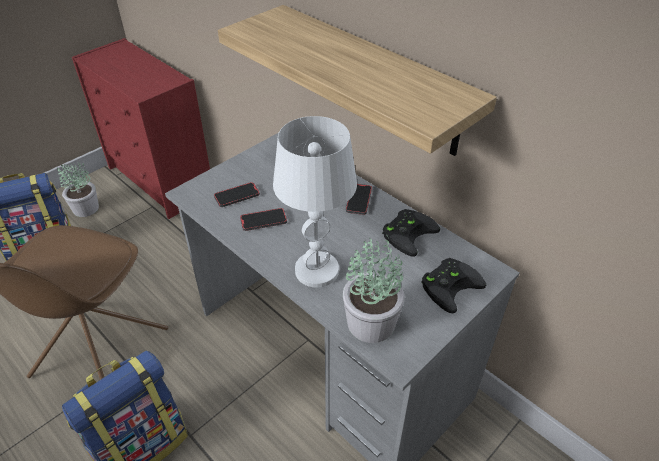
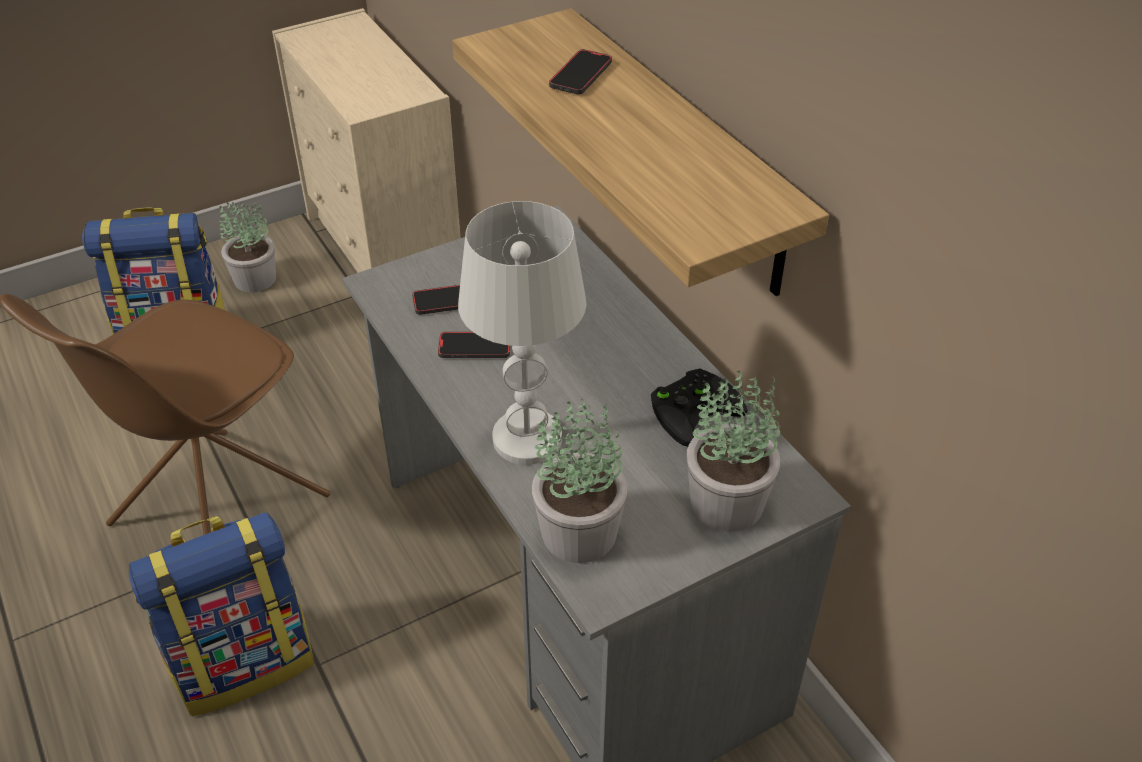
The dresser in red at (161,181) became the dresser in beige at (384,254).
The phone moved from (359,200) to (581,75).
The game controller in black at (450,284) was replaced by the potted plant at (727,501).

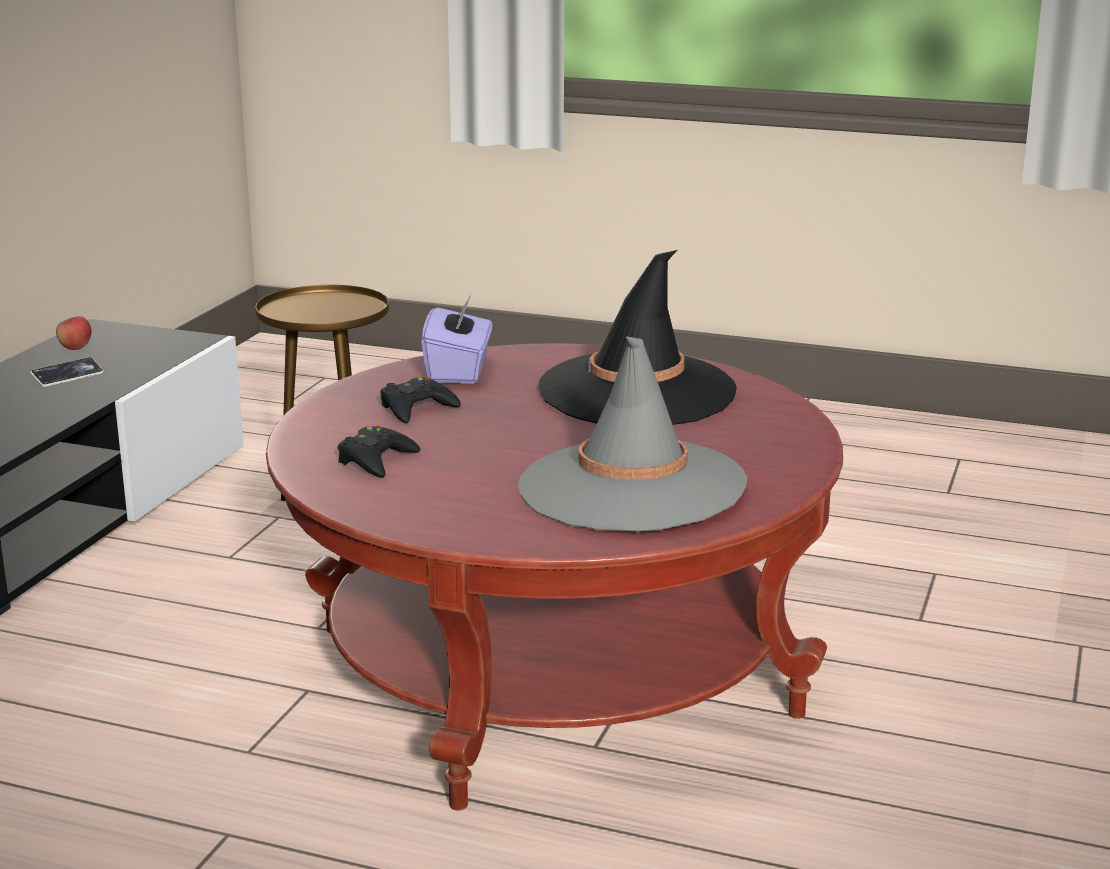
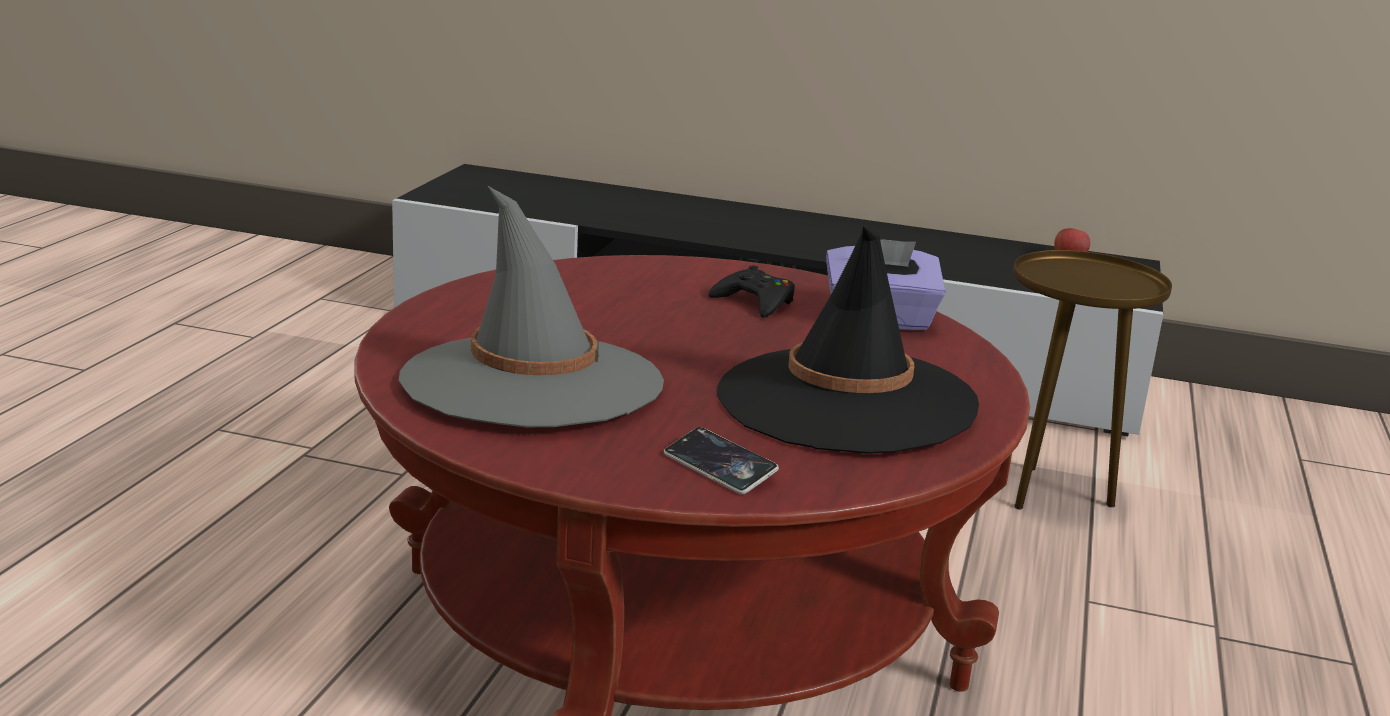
The phone moved from (67,376) to (719,467).
The game controller in black at (376,460) disappeared.

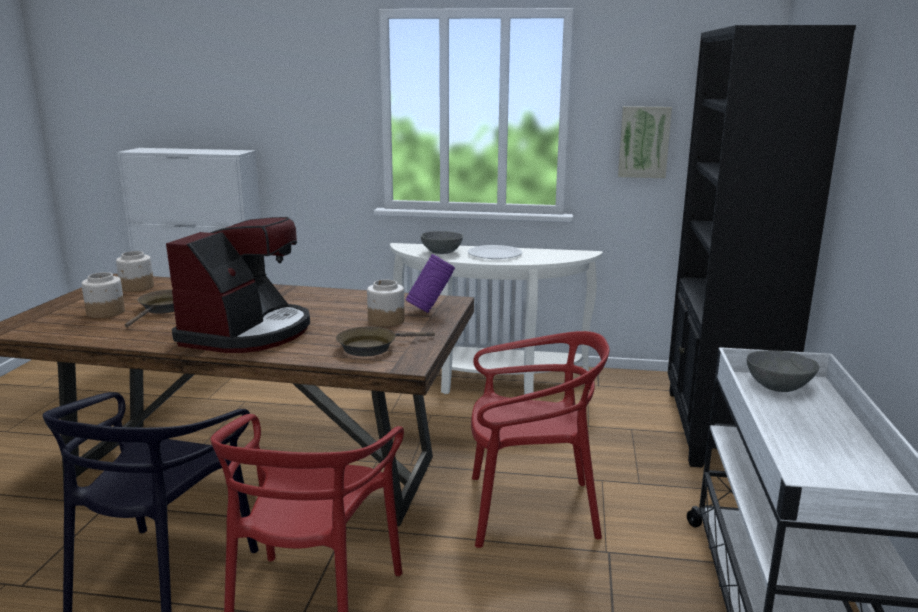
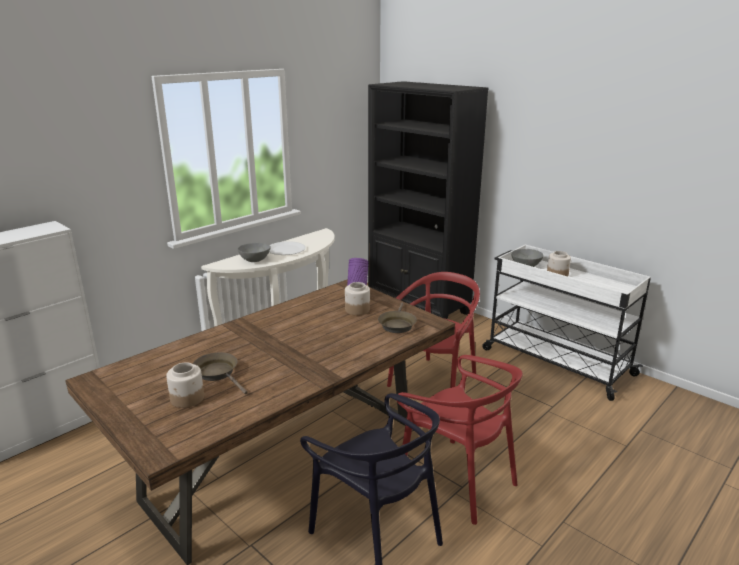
The jar moved from (137,287) to (557,274).
The coffee machine at (247,332) disappeared.
The picture at (644,142) disappeared.

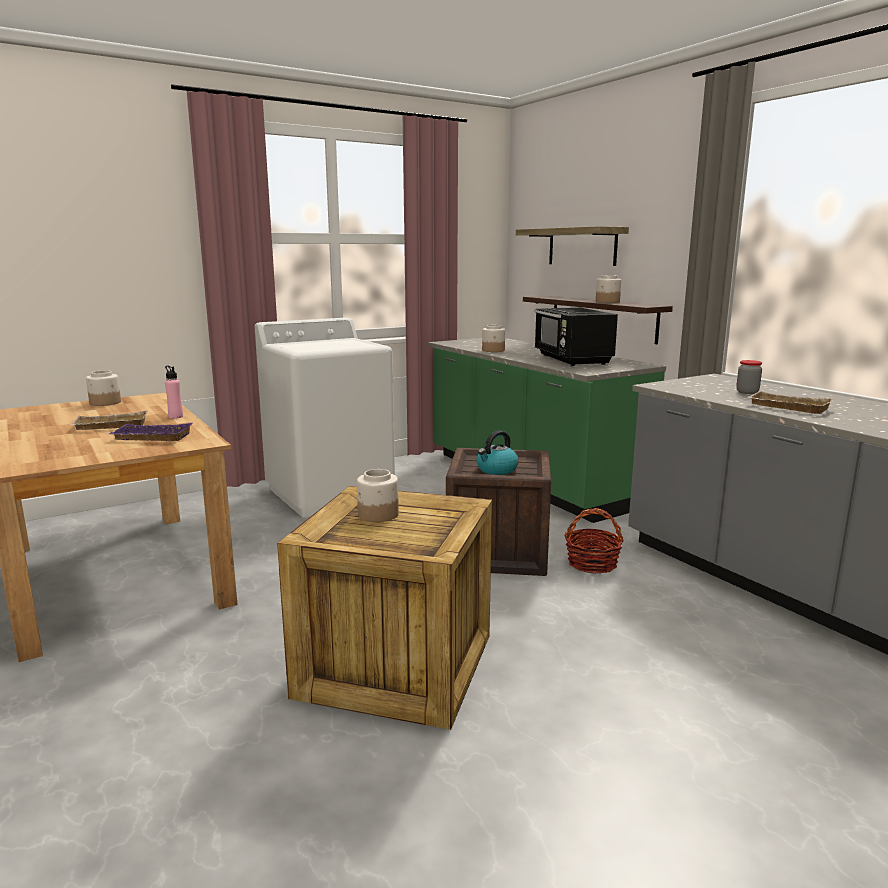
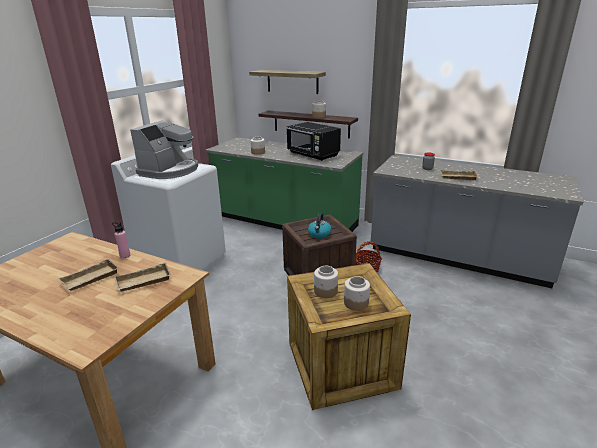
The jar moved from (105,403) to (356,303).
The tray in purple at (150,438) became the tray in beige at (143,282).
The coffee machine at (170,171) appeared.

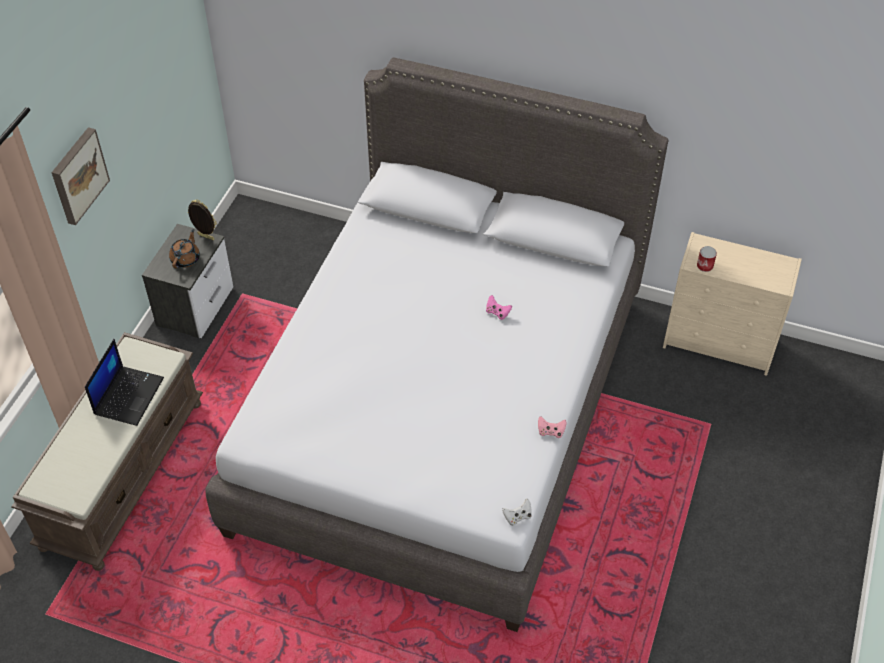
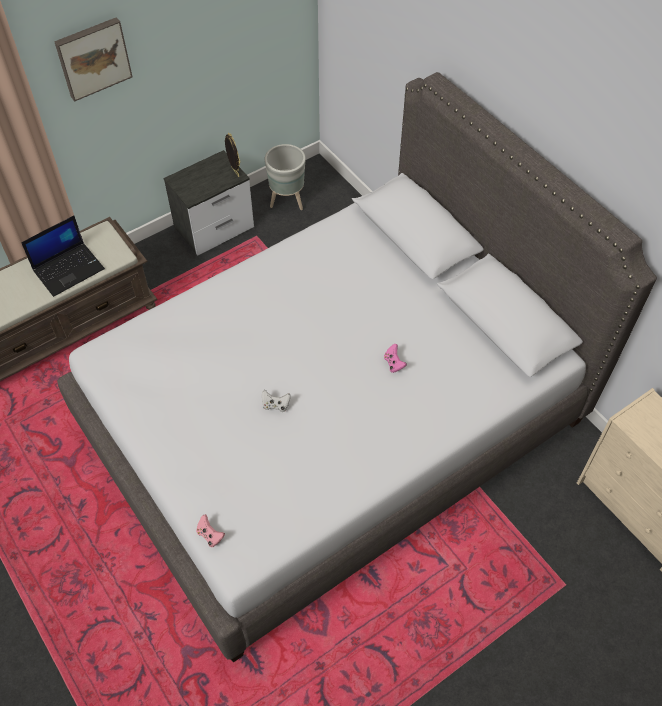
The teapot in brown at (186,259) disappeared.
The game controller in white moved from (517,517) to (275,405).
The game controller in pink moved from (551,432) to (210,535).
The can at (704,266) disappeared.
The planter in grey at (287,202) appeared.

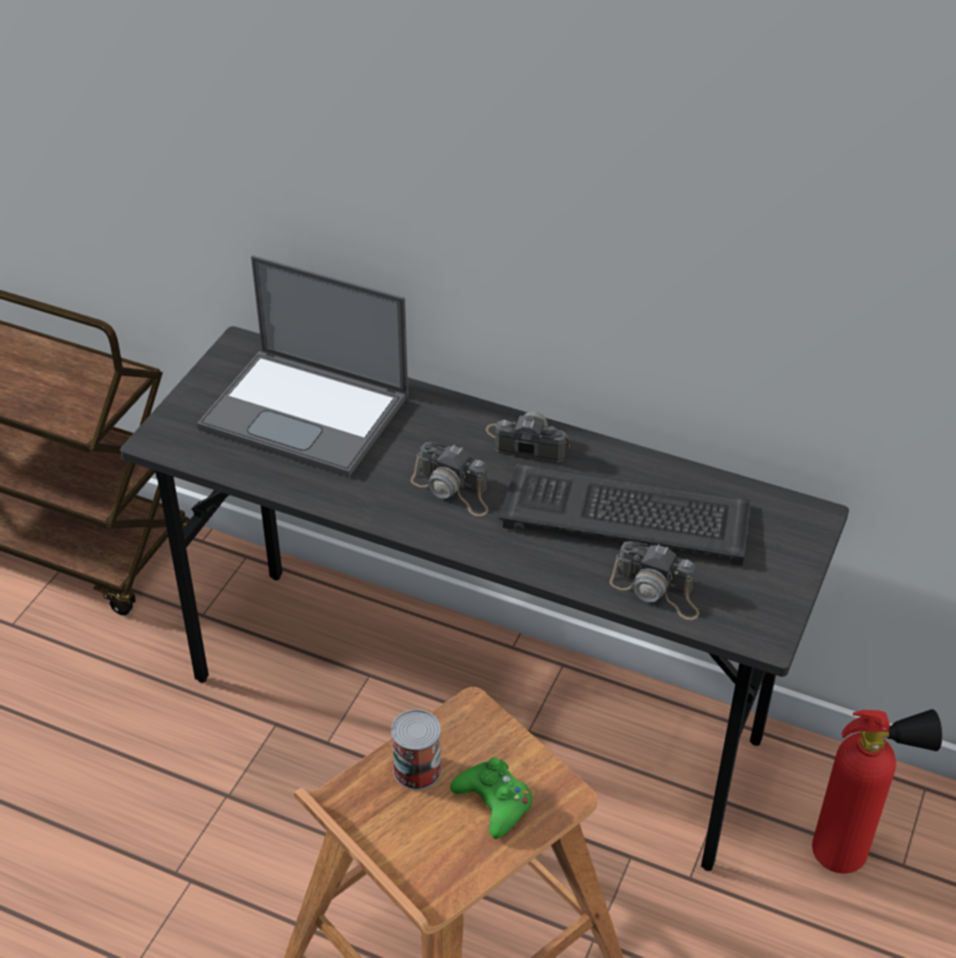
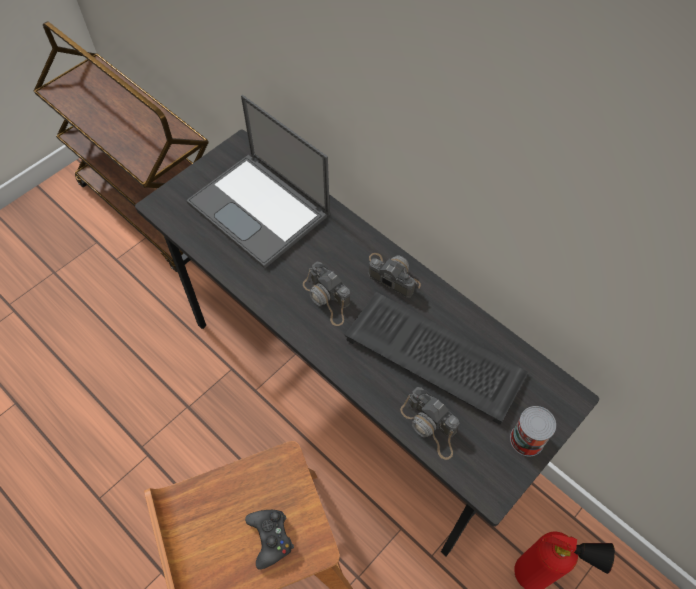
The can moved from (417,770) to (527,439).
The game controller in green at (494,802) became the game controller in black at (270,538).

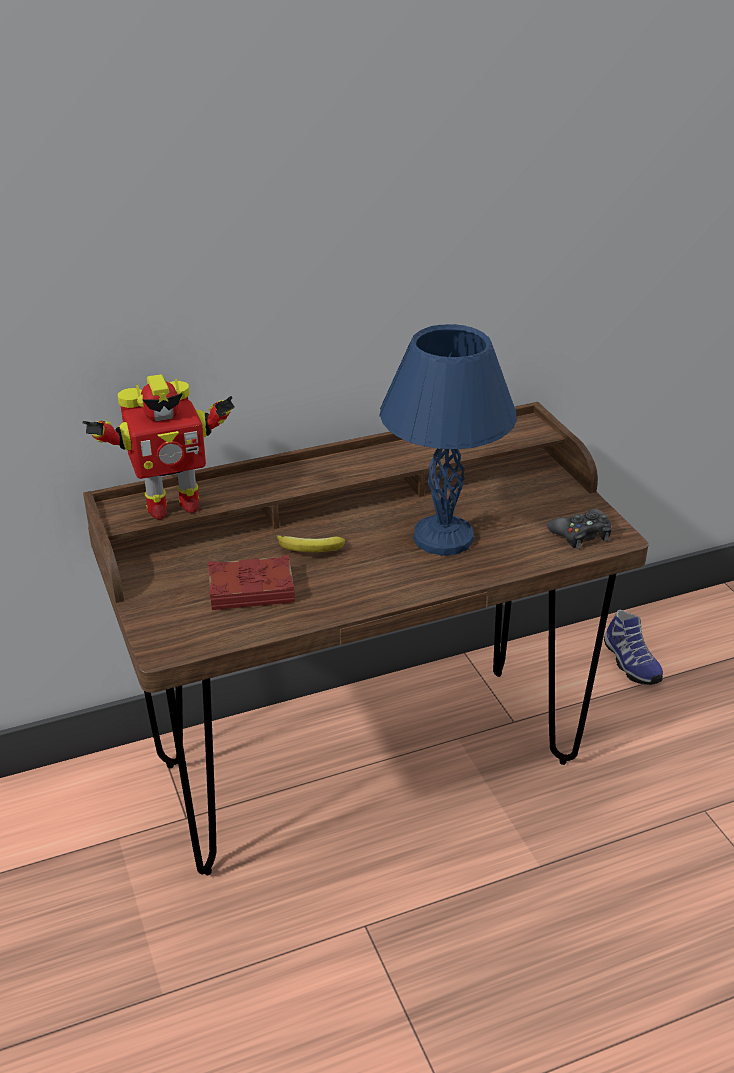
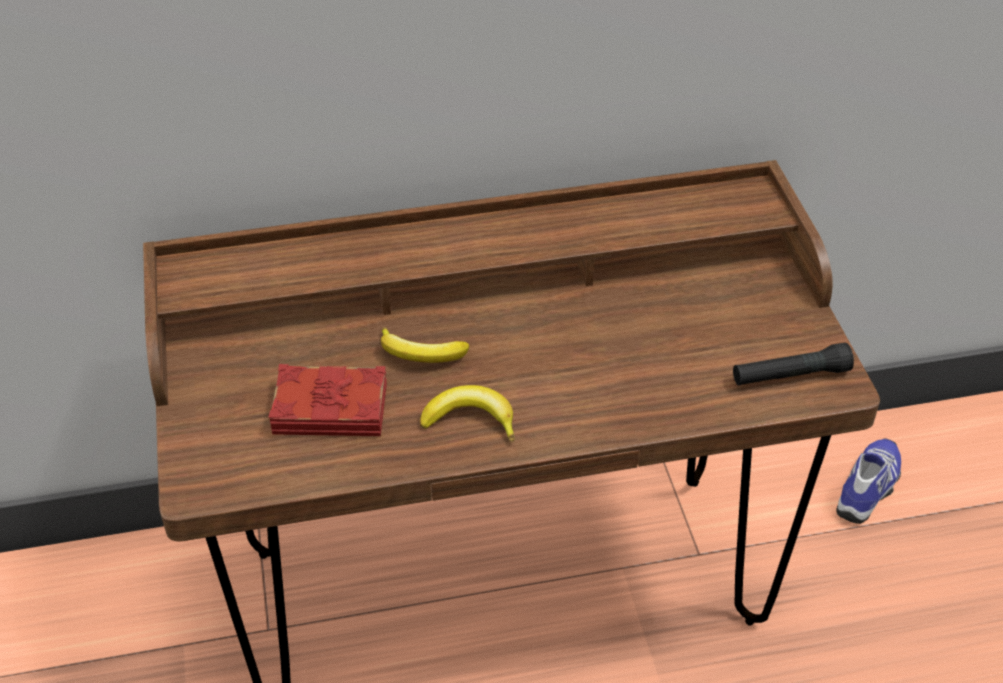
The toy robot at (170,505) disappeared.
The table lamp in blue at (441,536) disappeared.
The game controller in black at (581,535) was replaced by the flashlight in black at (790,375).
The shoe at (629,662) turned 135 degrees counterclockwise.
The banana at (470,419) appeared.

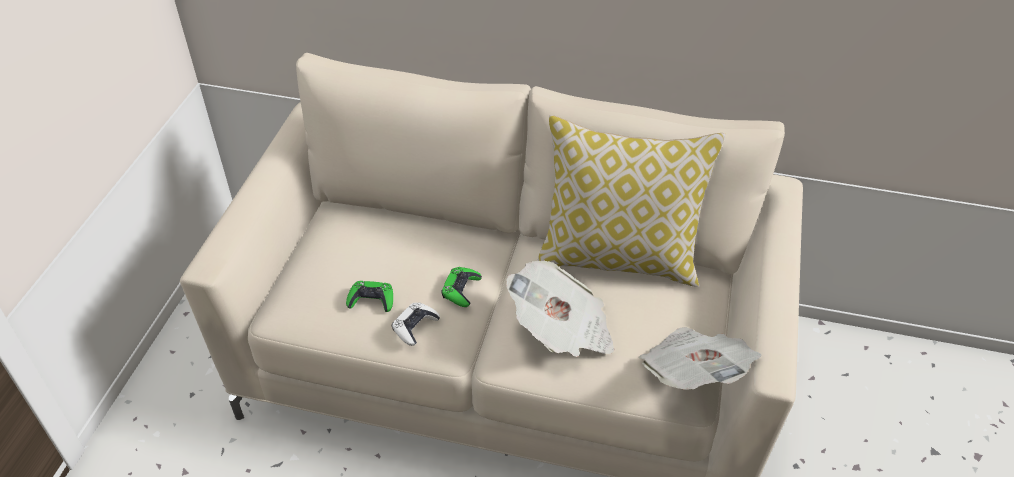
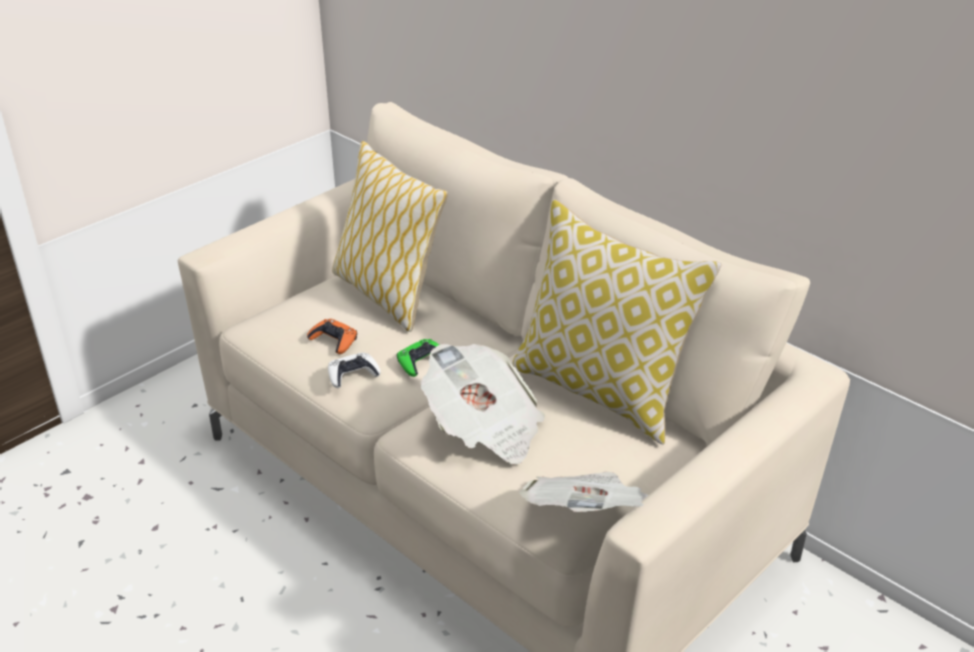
The game controller in green at (371,300) became the game controller in orange at (334,340).
The pillow at (387,294) appeared.

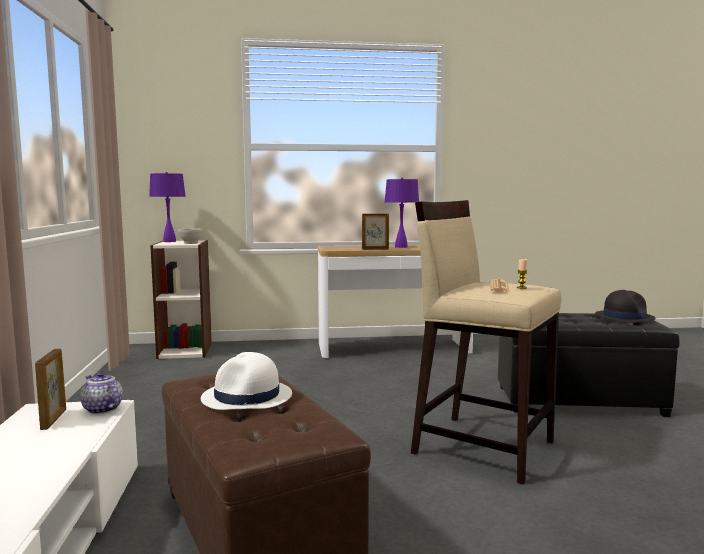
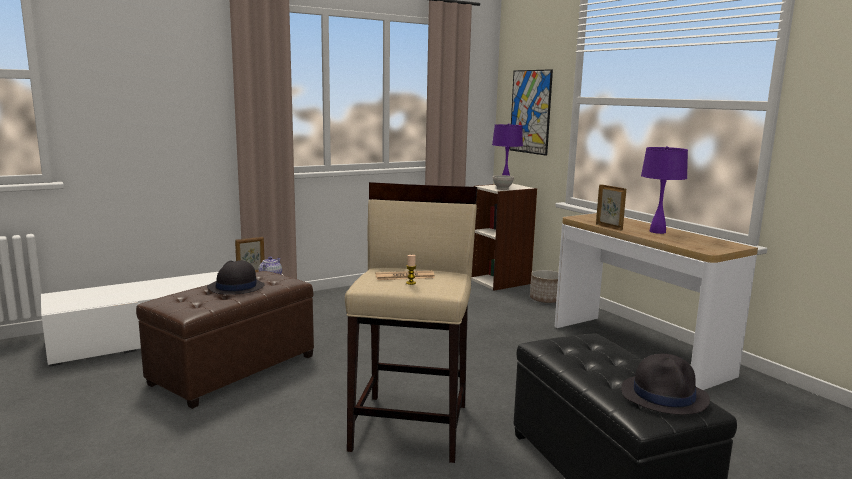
The hat in white at (247,397) became the hat in black at (235,287).
The picture at (530,112) appeared.
The planter at (546,300) appeared.

